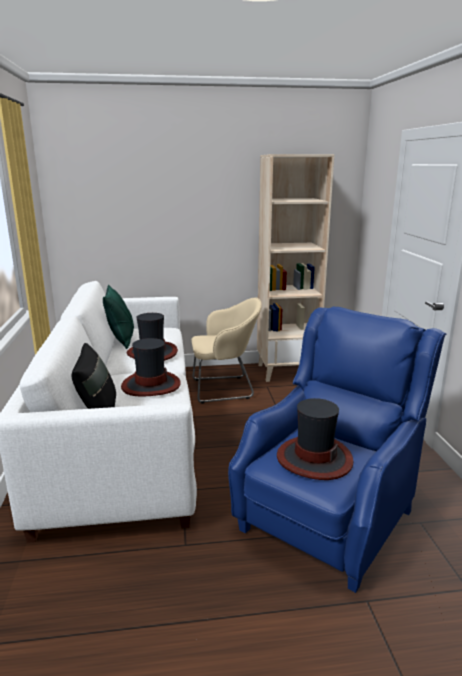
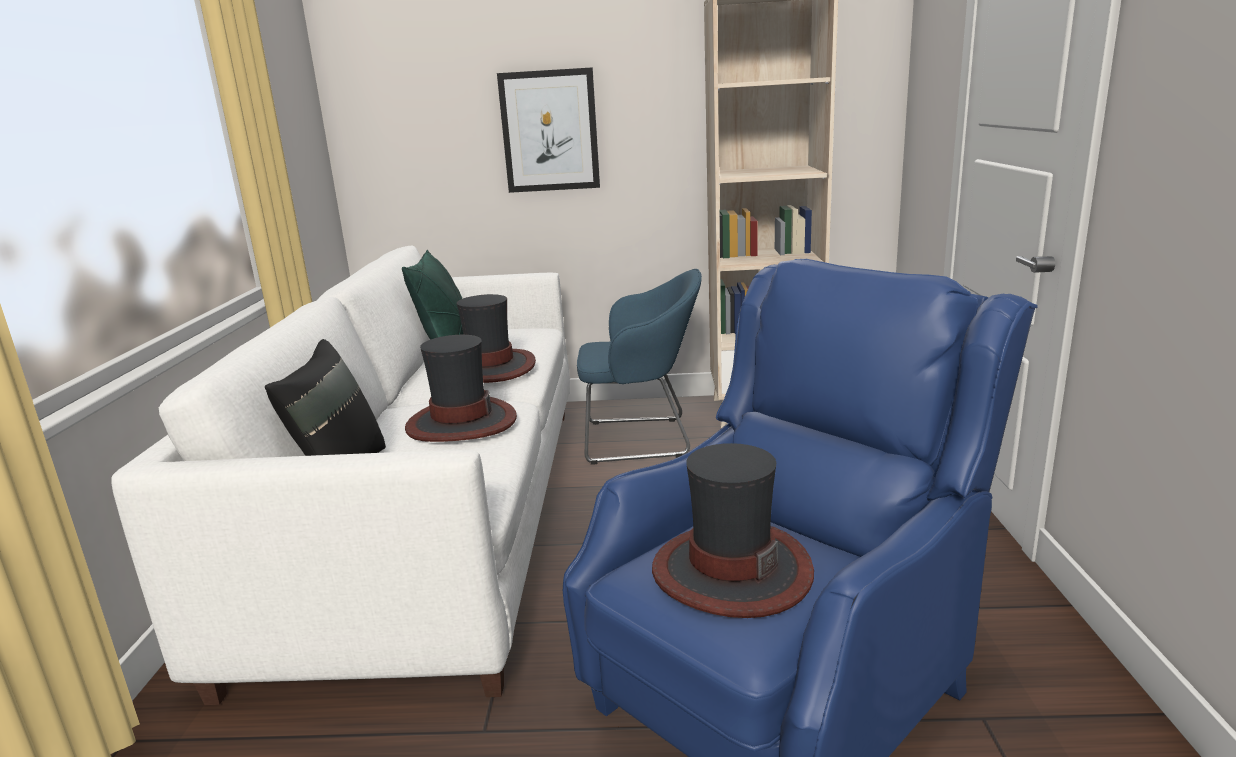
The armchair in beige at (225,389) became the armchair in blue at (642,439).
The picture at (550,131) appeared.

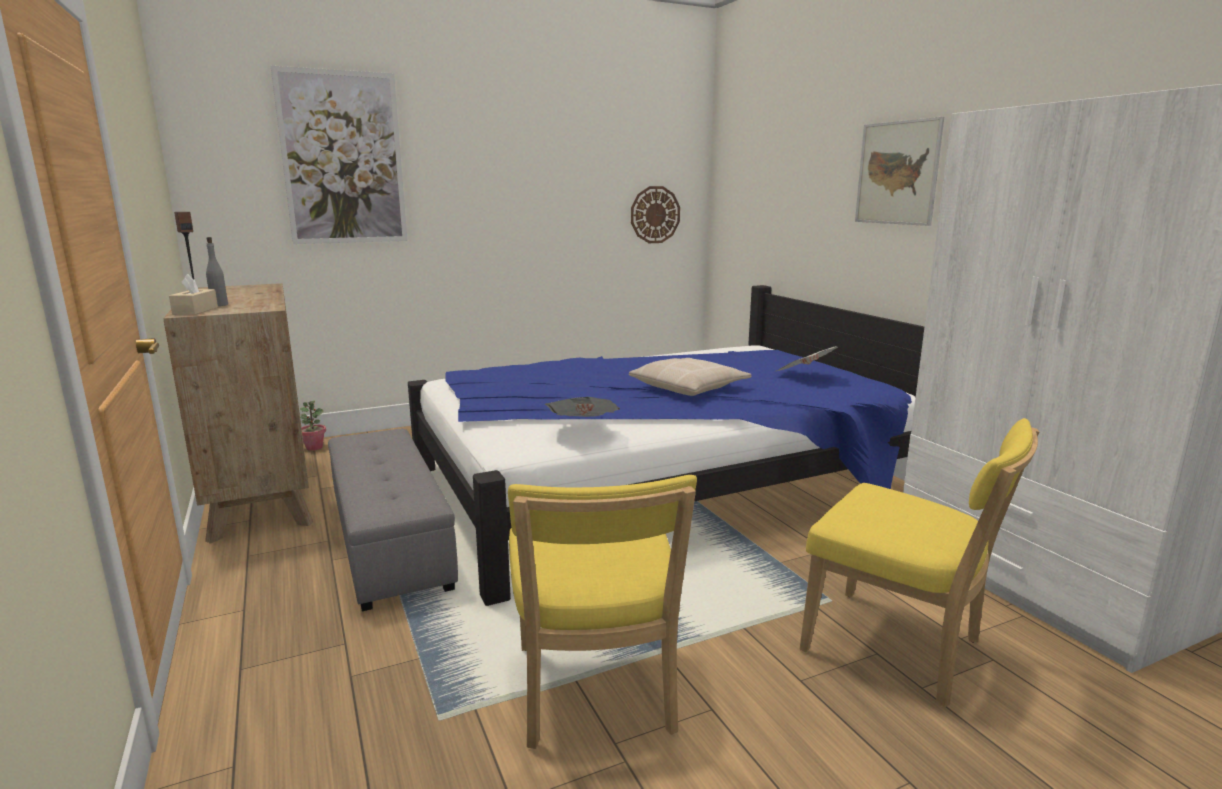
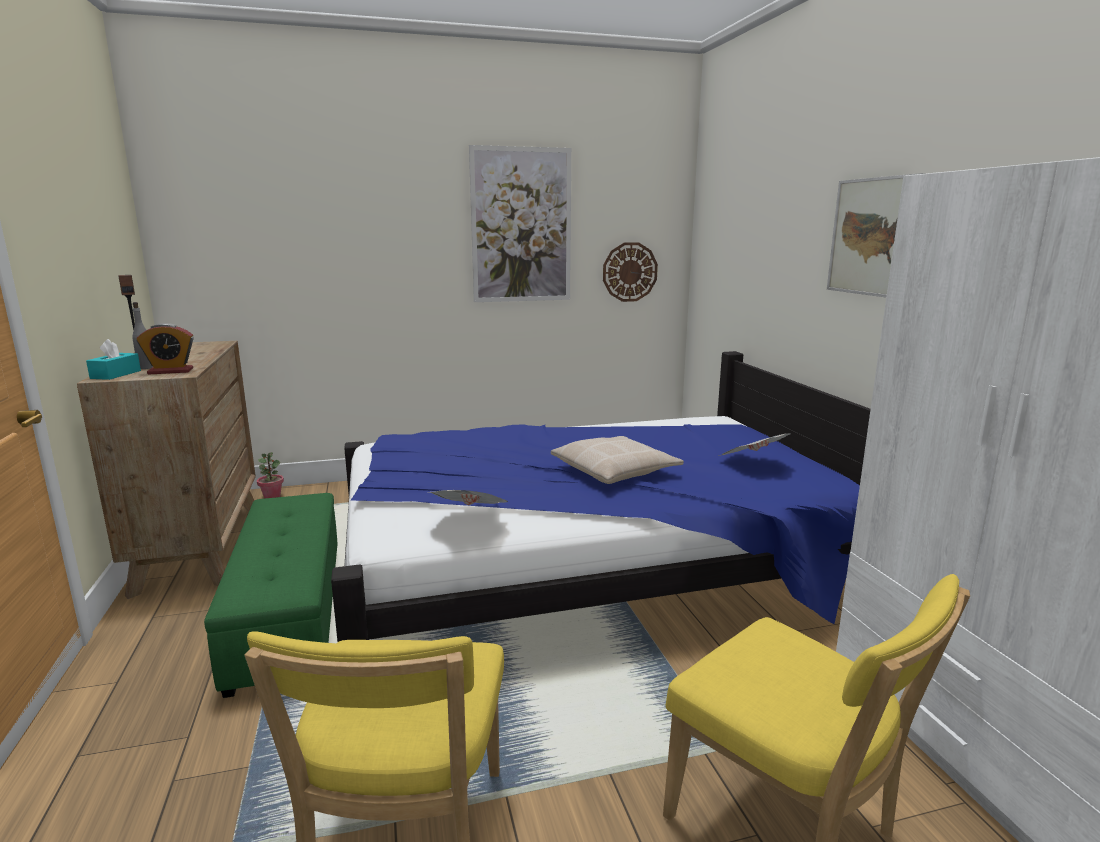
The tissue box in beige at (195,311) became the tissue box in turquoise at (116,374).
The picture moved from (343,158) to (521,226).
The ottoman in grey at (391,541) became the ottoman in green at (290,613).
The alarm clock at (170,371) appeared.

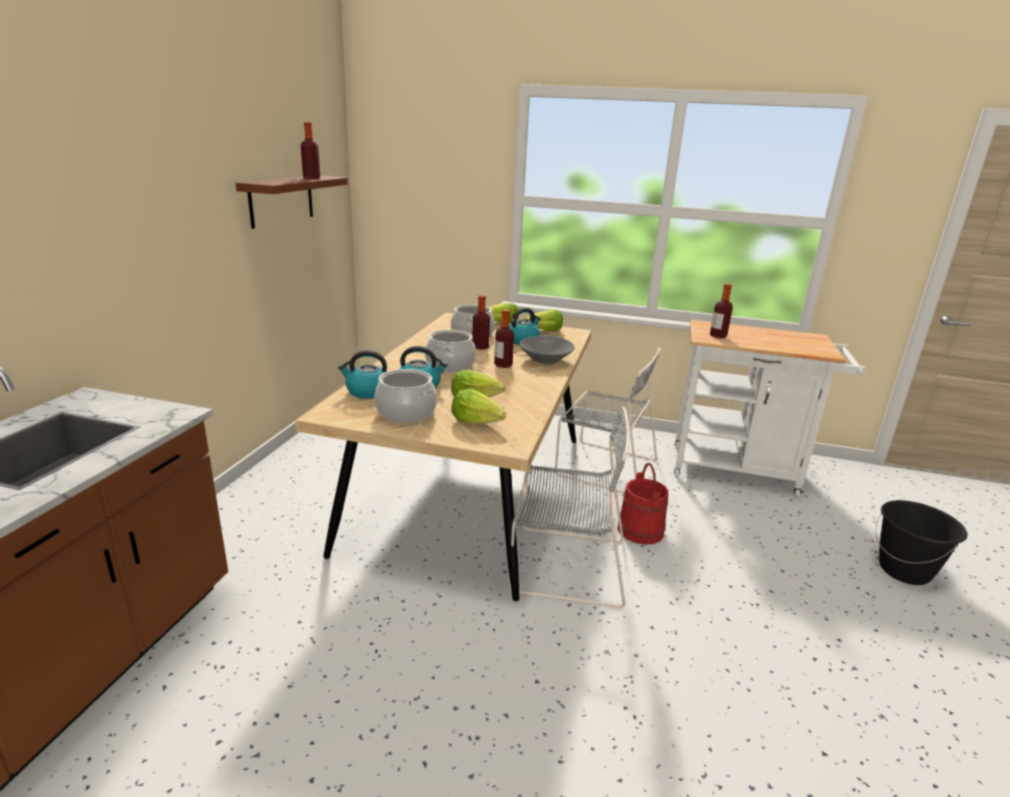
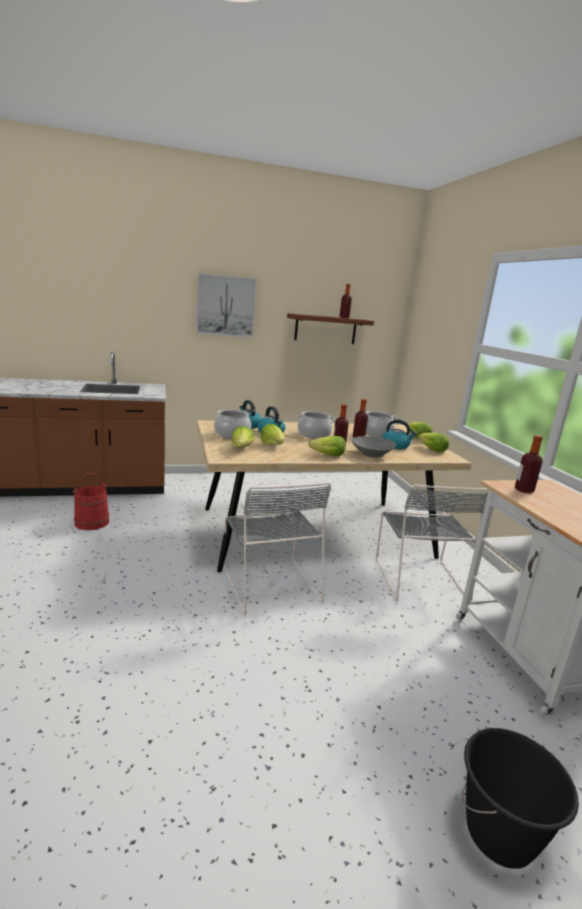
The bucket in red moved from (640,530) to (92,522).
The picture at (226,306) appeared.
The lettuce at (328,455) appeared.

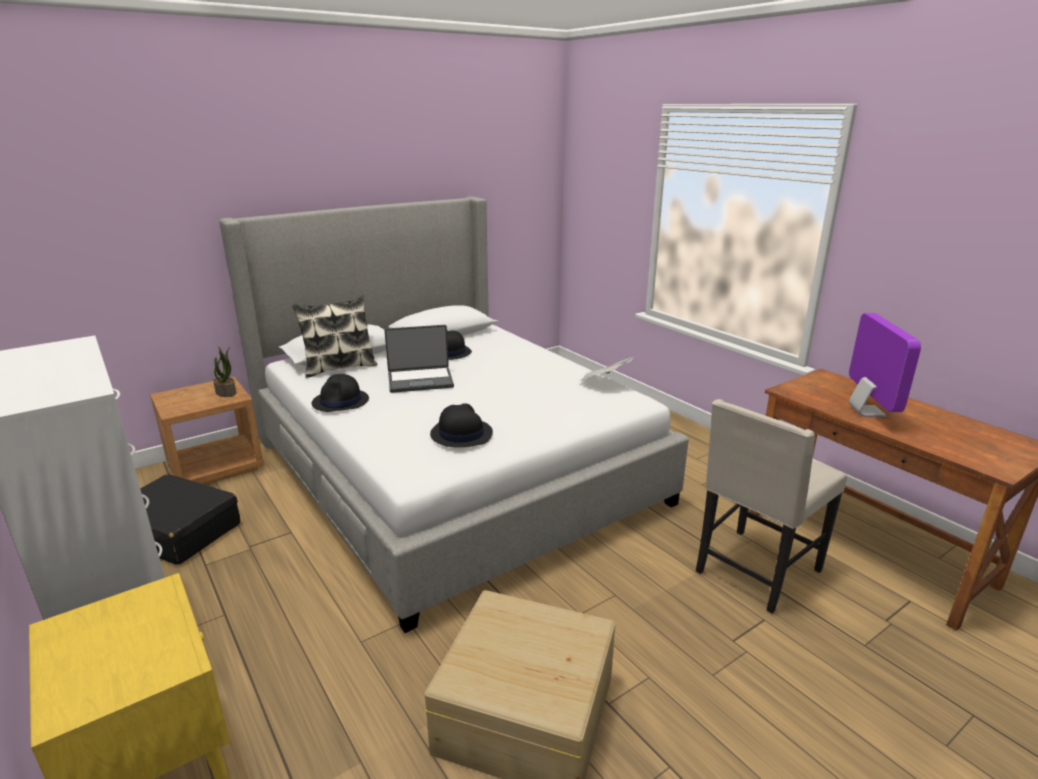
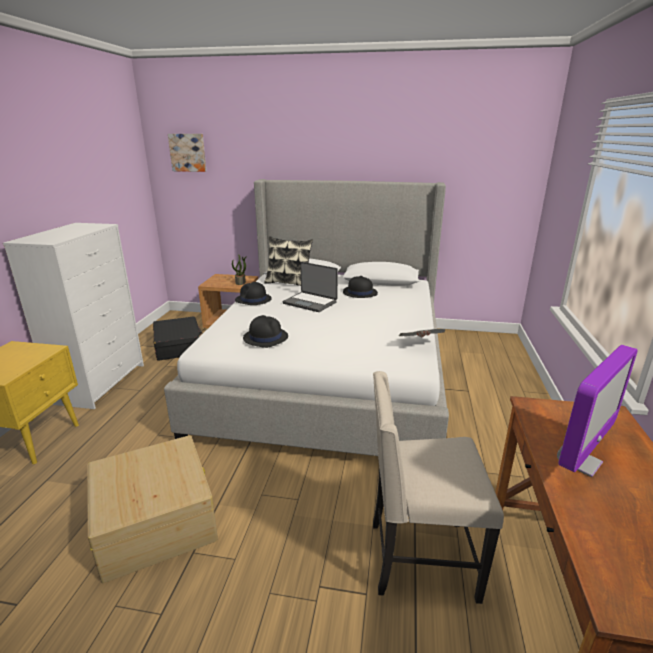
The picture at (188,152) appeared.

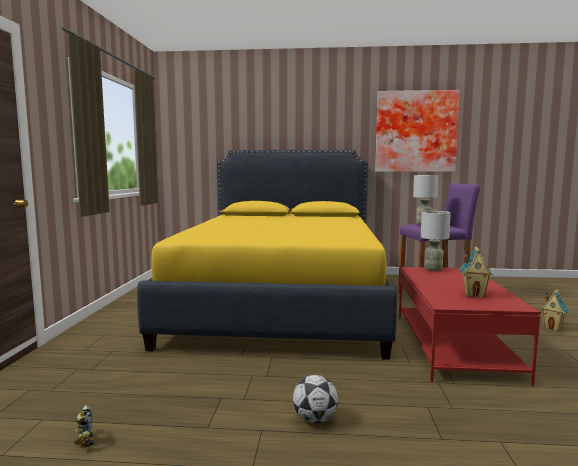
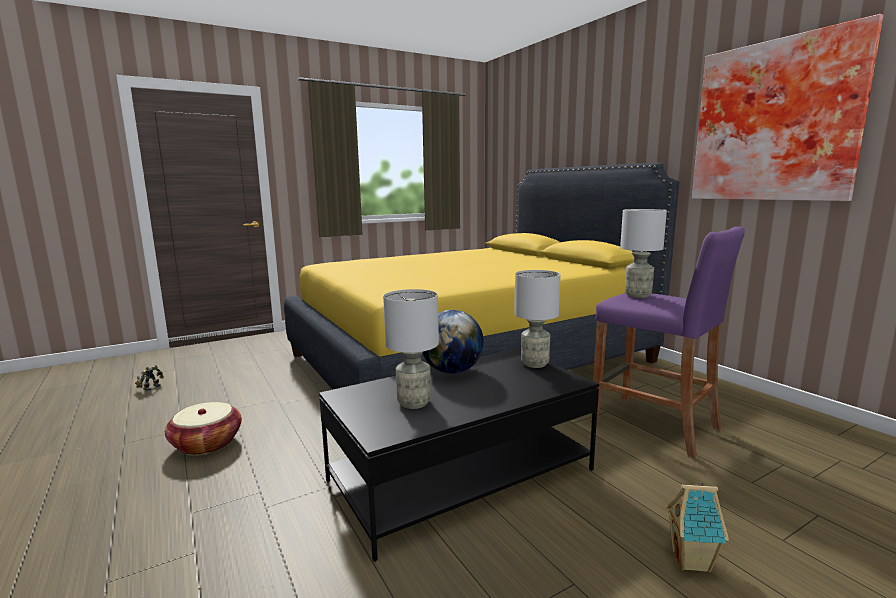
The football at (314,419) was replaced by the basket at (207,444).
The coffee table in red at (453,345) became the coffee table in black at (461,475).
The toy house at (474,295) was replaced by the table lamp in grey at (414,403).
The globe at (452,371) appeared.

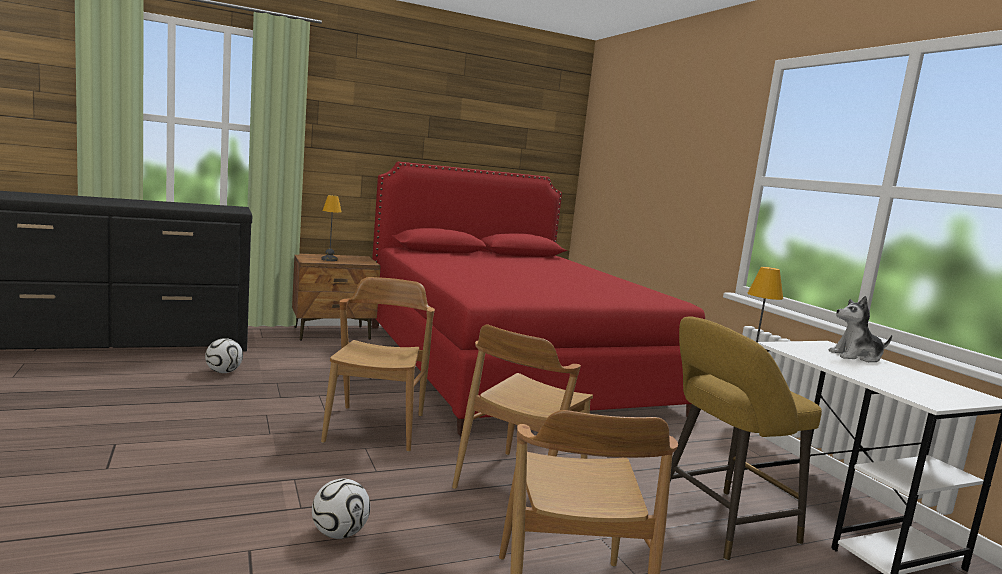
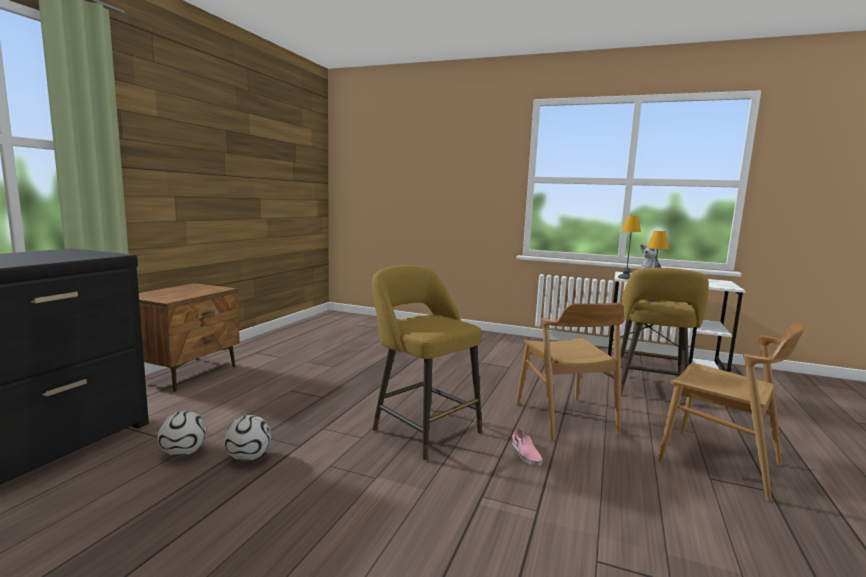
The football moved from (339,533) to (248,457).
The table lamp moved from (329,259) to (625,278).
The chair in brown at (376,428) was replaced by the stool in yellow at (422,429).
The bed in red at (510,366) disappeared.
The shoe in pink at (525,454) appeared.

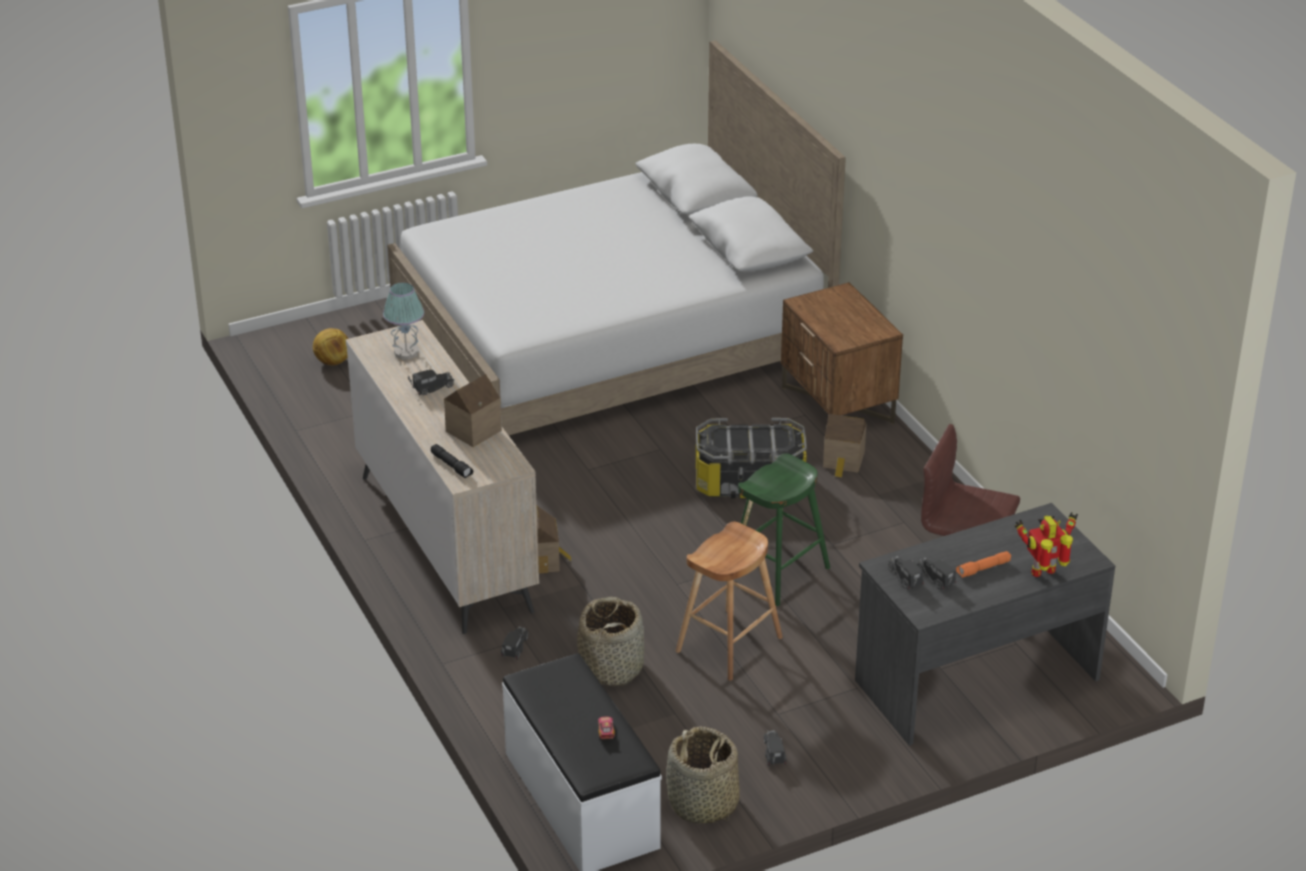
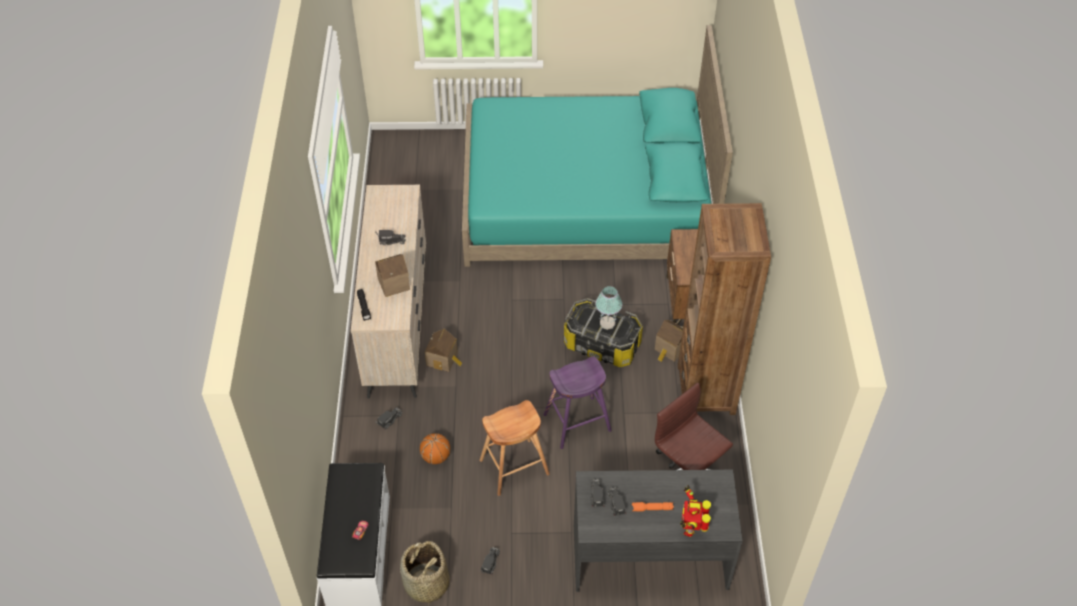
The football at (332,362) disappeared.
The table lamp moved from (406,352) to (607,323).
The bed in white at (611,337) became the bed in turquoise at (586,202).
The basket at (612,667) was replaced by the basketball at (436,457).
The stool in green at (778,572) became the stool in purple at (577,422).
The toy robot at (1044,573) turned 90 degrees counterclockwise.
The bookcase in brown at (706,389) appeared.

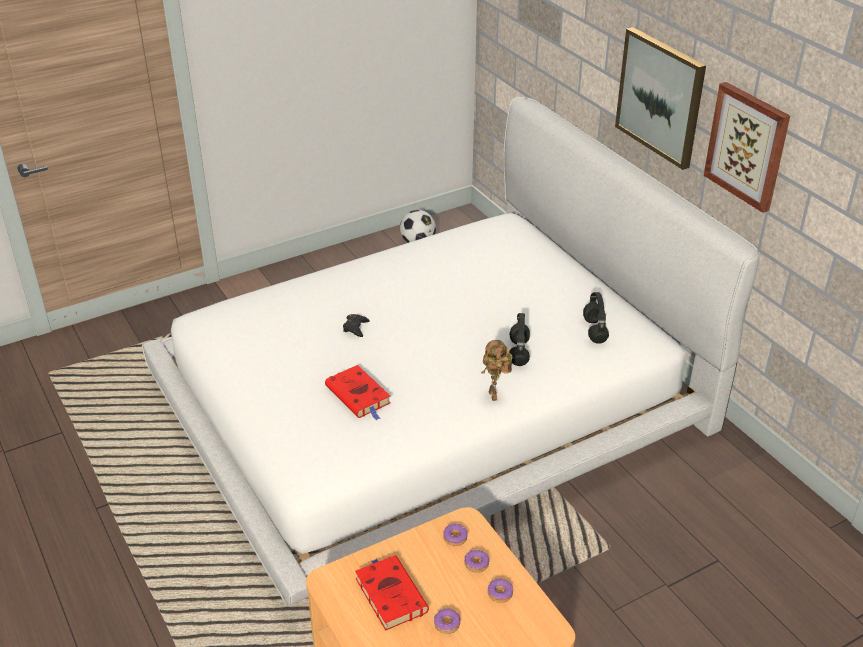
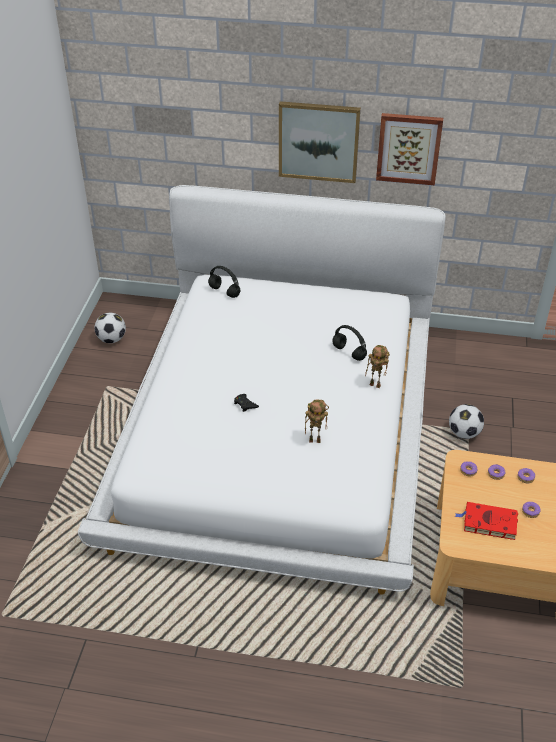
The book in red at (359,396) was replaced by the toy robot at (315,440).
The headphones in black moved from (594,330) to (223,291).
The football at (464,433) appeared.

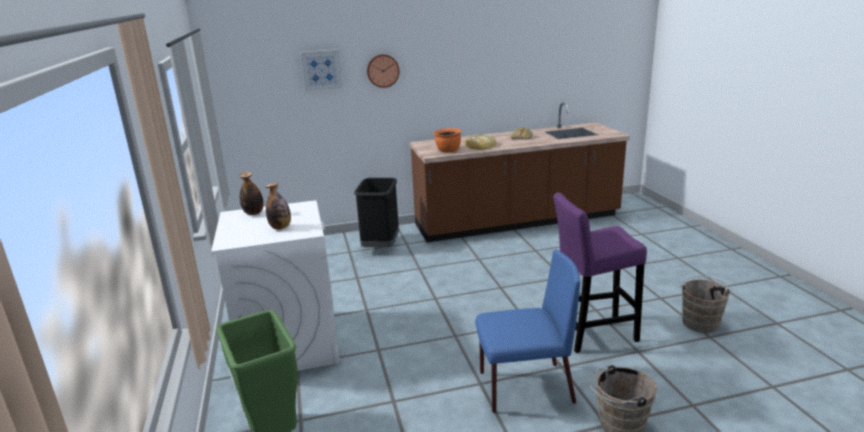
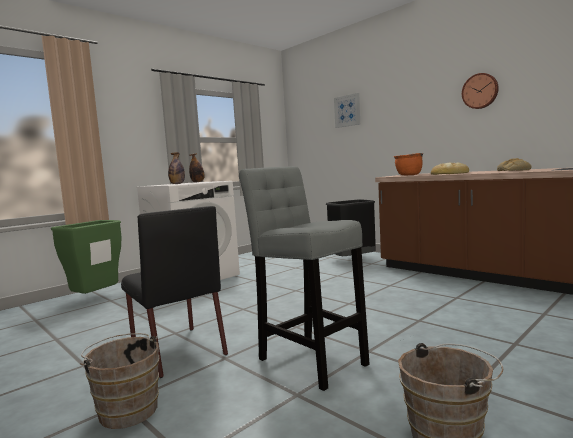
The wall clock moved from (382,70) to (480,91).
The chair in blue at (524,387) became the chair in black at (177,350).
The stool in purple at (591,333) became the stool in grey at (309,359).

